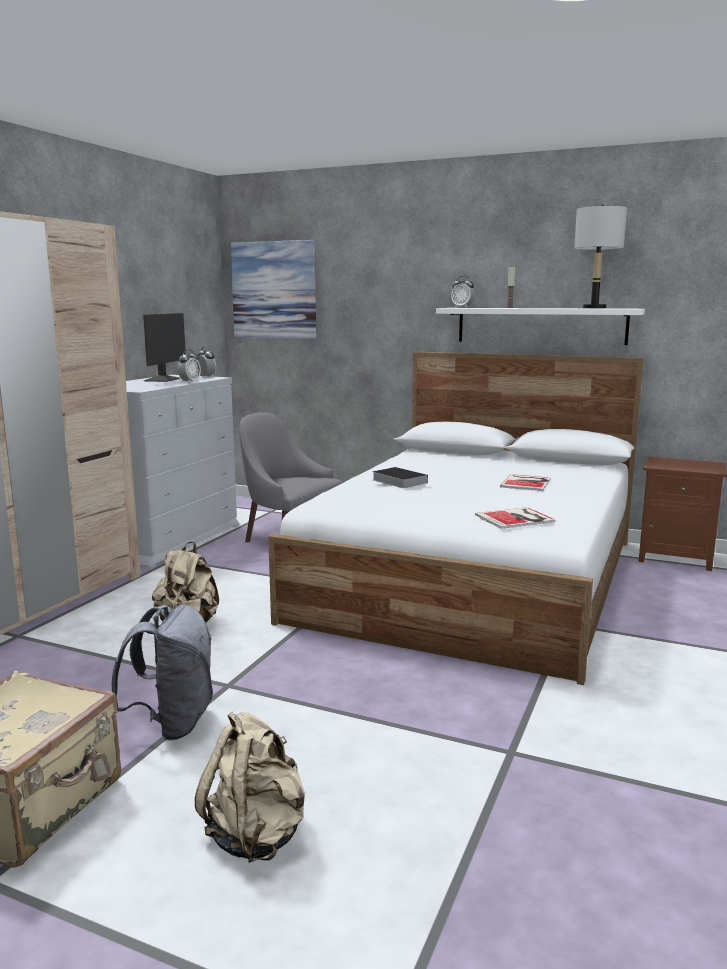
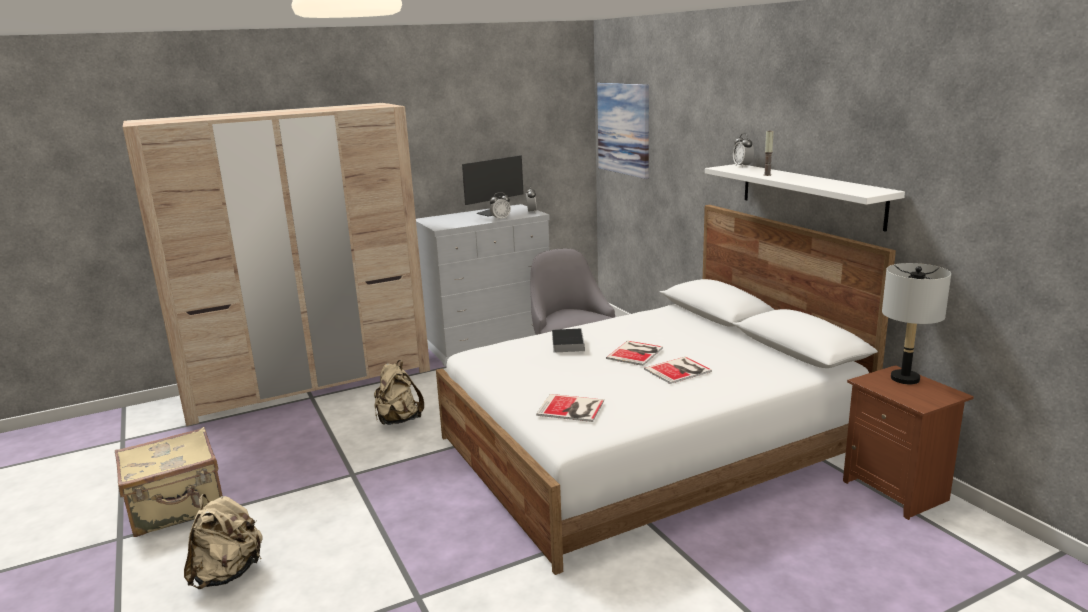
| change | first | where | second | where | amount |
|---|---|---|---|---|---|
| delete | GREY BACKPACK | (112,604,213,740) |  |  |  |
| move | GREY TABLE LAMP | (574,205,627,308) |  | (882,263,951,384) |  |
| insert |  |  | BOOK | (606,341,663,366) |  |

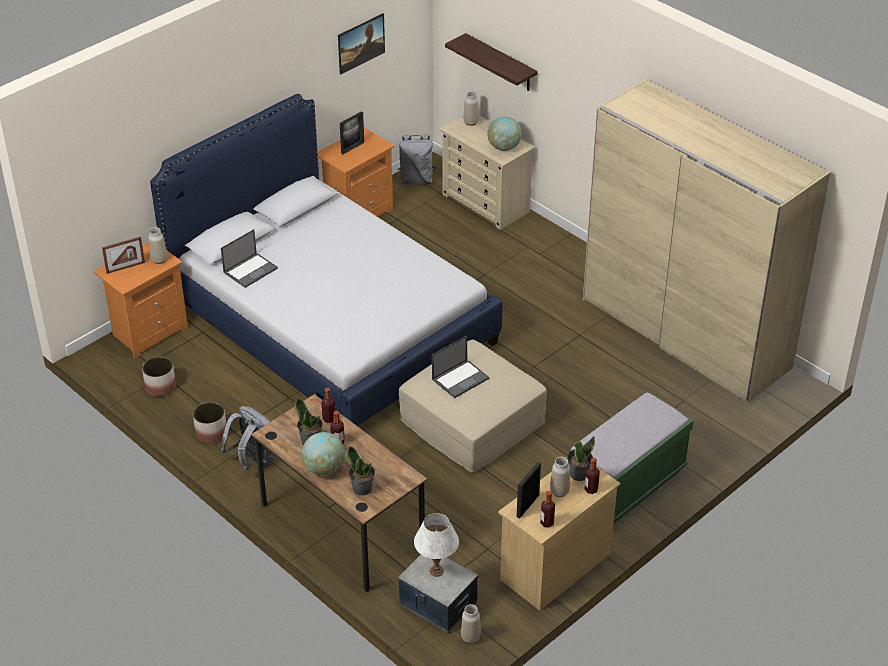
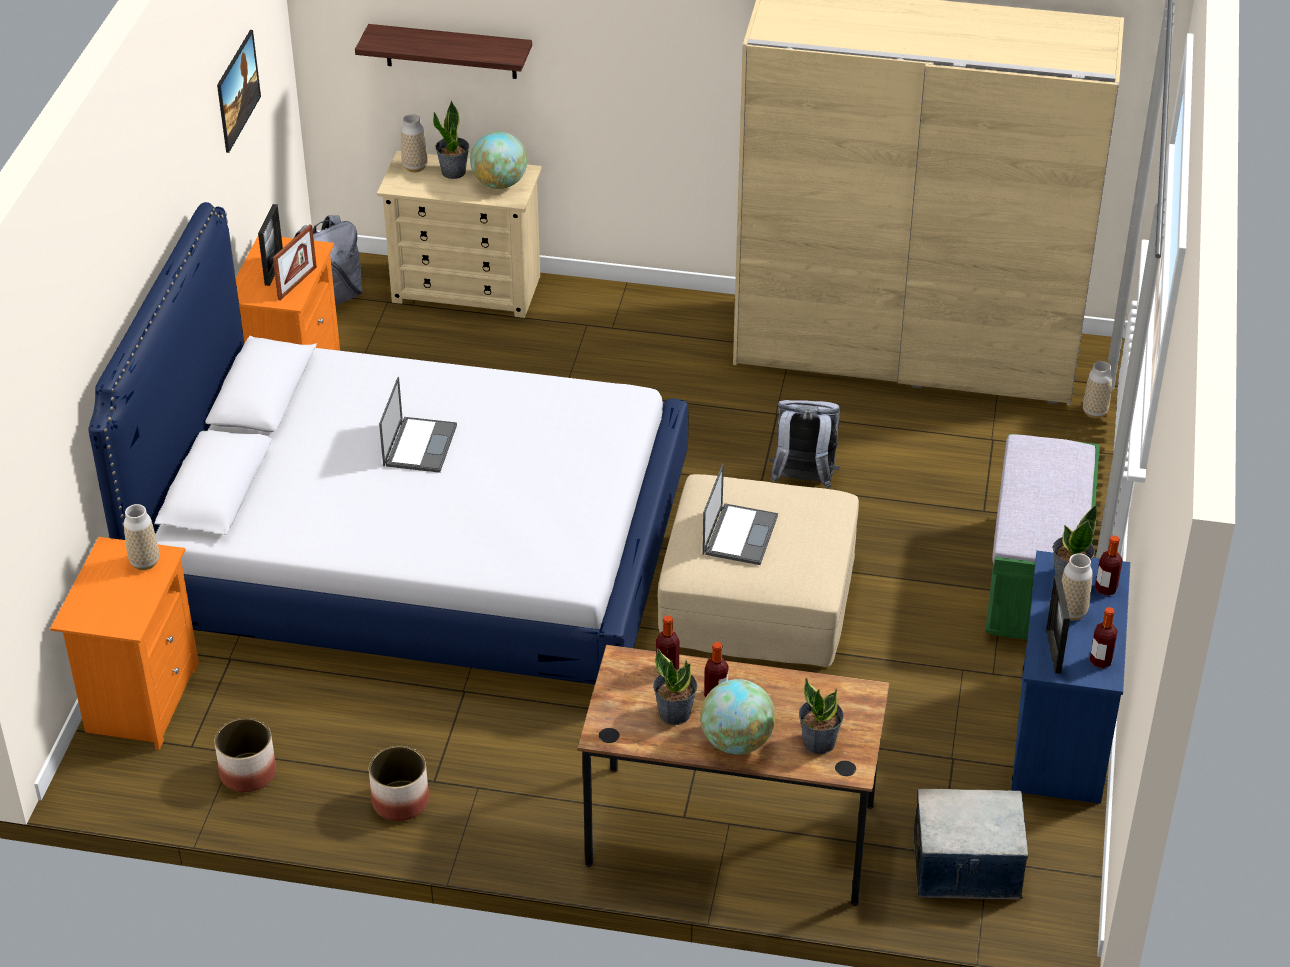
| change | first | where | second | where | amount |
|---|---|---|---|---|---|
| move | PICTURE FRAME | (102,236,145,274) |  | (273,224,317,300) |  |
| move | LAPTOP | (221,229,278,288) |  | (379,377,457,473) |  |
| move | GREY BACKPACK | (221,406,275,471) |  | (769,400,840,489) |  |
| delete | WHITE TABLE LAMP | (414,513,459,577) |  |  |  |
| move | VASE | (461,604,481,644) |  | (1083,361,1112,418) |  |
| recolor | BEIGE DRESSER | (498,467,620,610) | BLUE DRESSER | (1011,551,1130,804) |  |
| insert |  |  | POTTED PLANT | (433,101,469,179) |  |

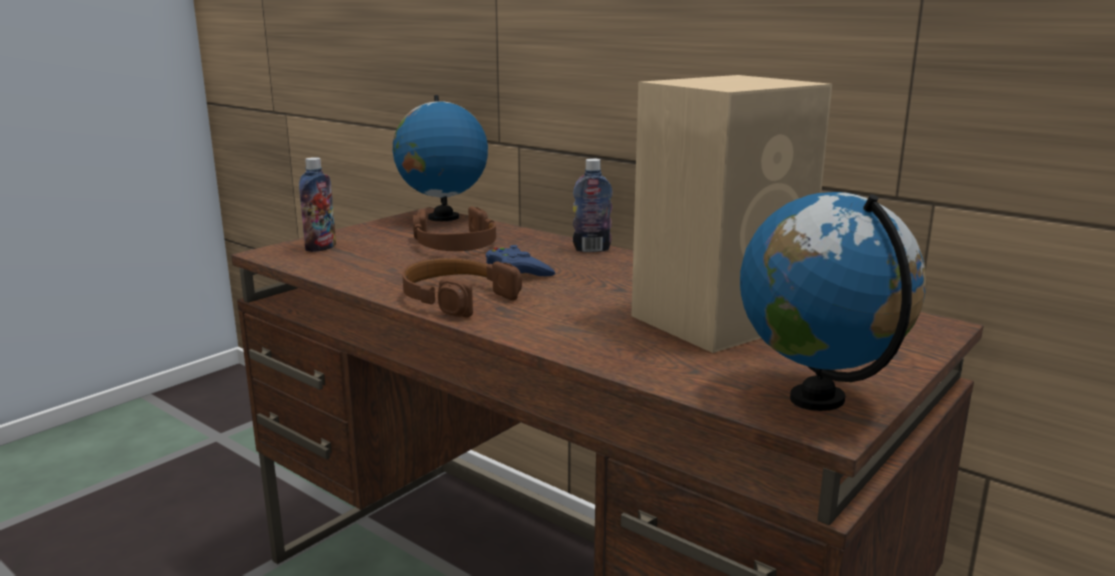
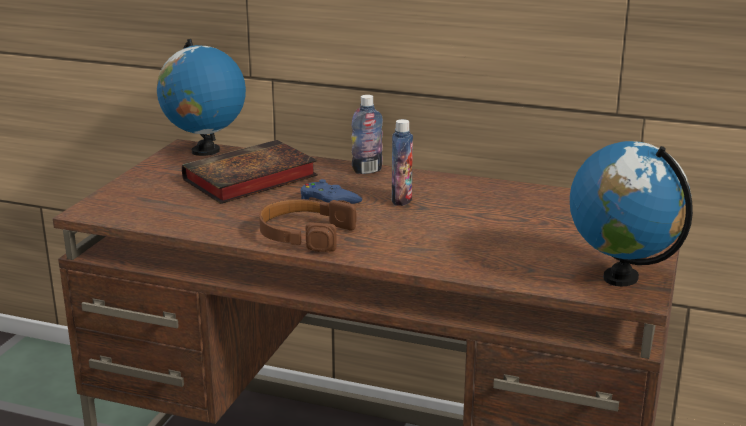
| change | first | where | second | where | amount |
|---|---|---|---|---|---|
| move | BOTTLE | (299,157,336,252) |  | (392,119,413,206) |  |
| replace | BROWN HEADPHONES | (413,207,496,251) | BOOK | (182,140,318,204) |  |
| delete | BEIGE SPEAKER | (631,75,832,353) |  |  |  |

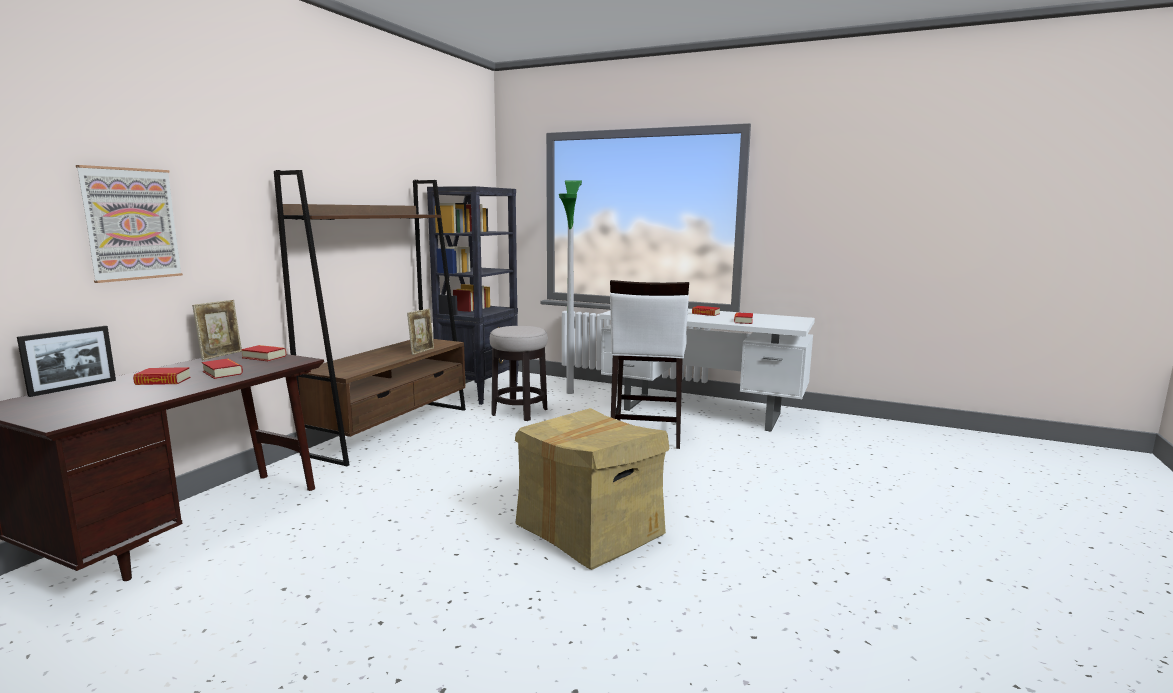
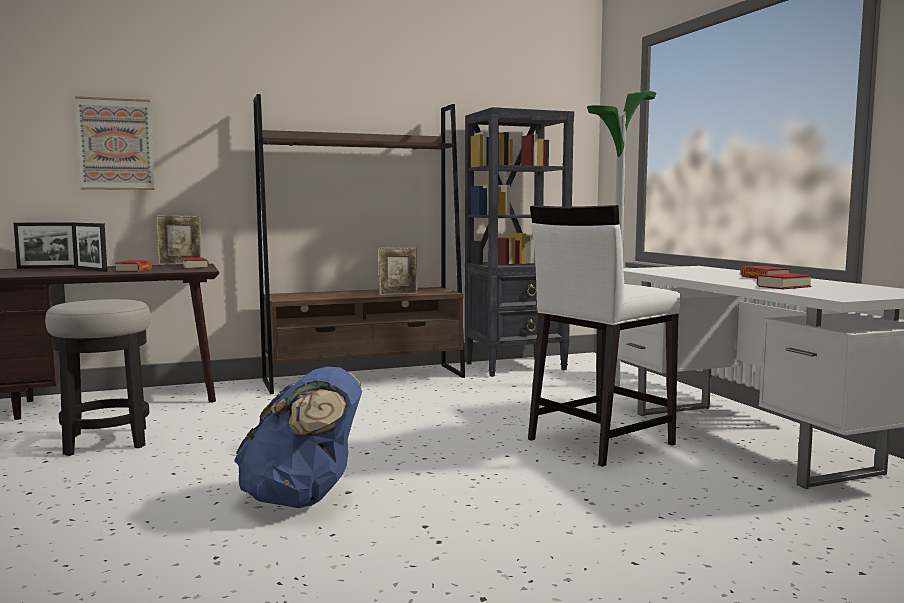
| change | first | where | second | where | amount |
|---|---|---|---|---|---|
| replace | BOOK | (133,367,191,385) | PICTURE FRAME | (73,223,107,272) |  |
| move | STOOL | (490,326,548,421) |  | (45,299,151,456) |  |
| replace | CARDBOARD BOX | (515,408,669,570) | BLUE BACKPACK | (234,367,362,508) |  |

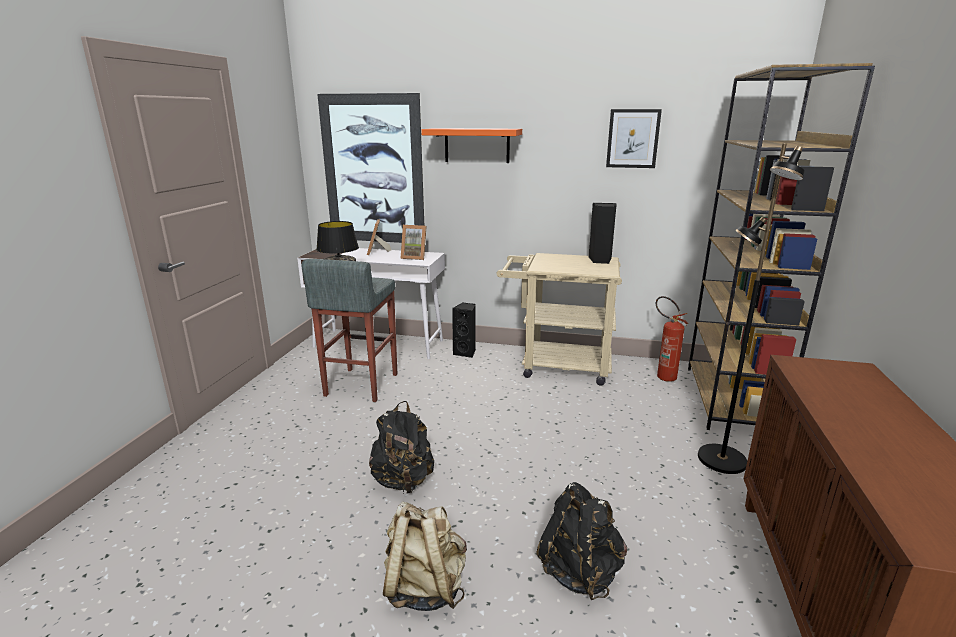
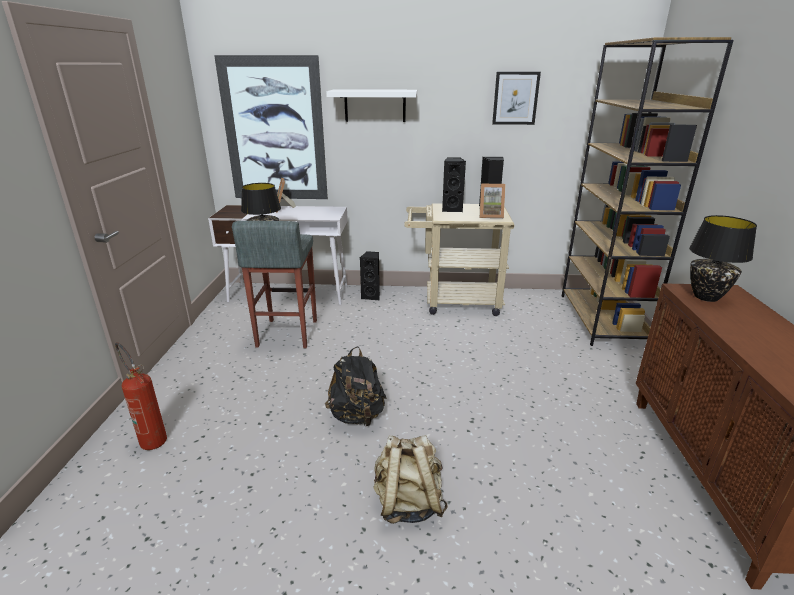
| change | first | where | second | where | amount |
|---|---|---|---|---|---|
| move | PICTURE FRAME | (400,225,427,260) |  | (479,184,506,218) |  |
| recolor | ORANGE SHELF | (421,128,522,163) | WHITE SHELF | (326,89,417,122) |  |
| delete | BLACK BACKPACK | (537,482,627,600) |  |  |  |
| move | FIRE EXTINGUISHER | (656,296,688,382) |  | (115,342,167,450) |  |
| delete | BLACK FLOOR LAMP | (698,144,805,474) |  |  |  |
| insert |  |  | BLACK SPEAKER | (442,158,466,212) |  |
| insert |  |  | BLACK TABLE LAMP | (689,215,757,302) |  |

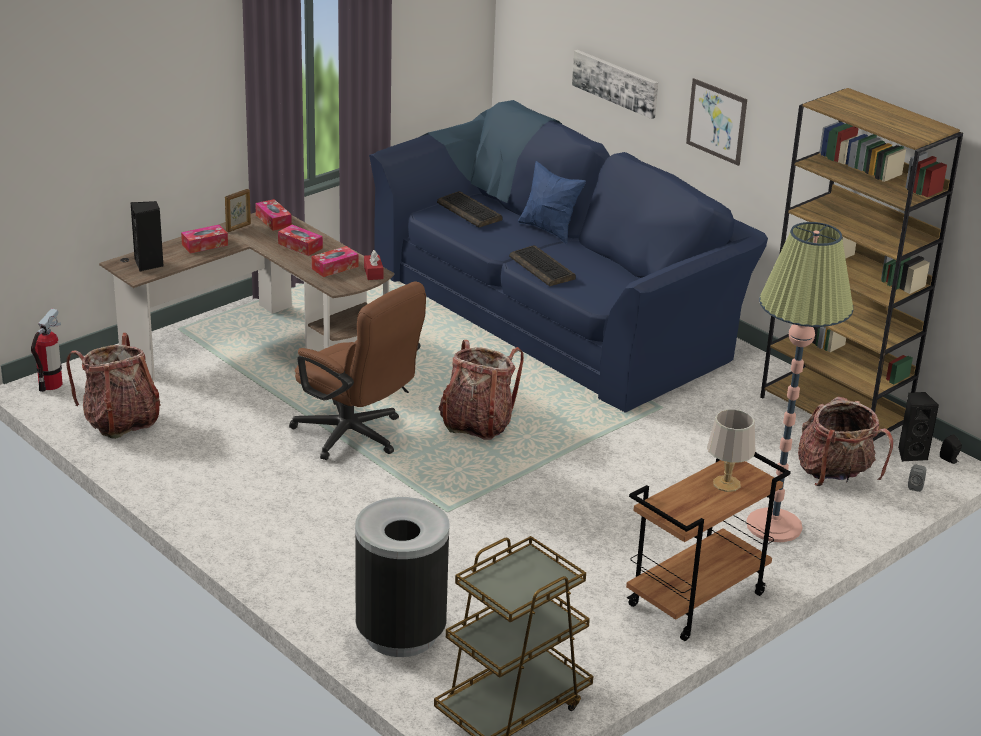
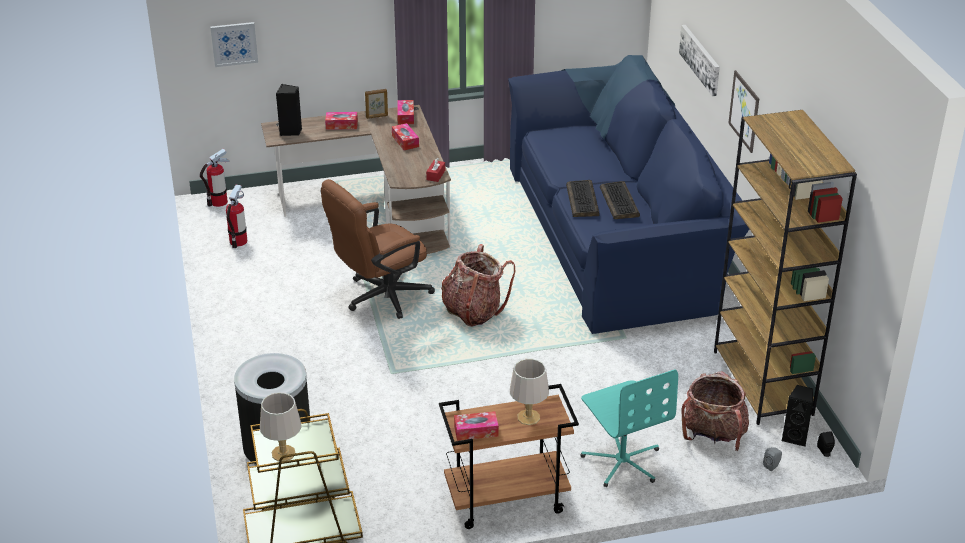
| change | first | where | second | where | amount |
|---|---|---|---|---|---|
| replace | BACKPACK | (66,333,161,439) | FIRE EXTINGUISHER | (226,185,247,248) |  |
| rotate | BROWN OFFICE CHAIR | (289,281,426,460) |  | (321,179,435,319) | 75 degrees clockwise |
| move | TISSUE BOX | (312,246,358,277) |  | (454,411,499,441) |  |
| move | KEYBOARD | (437,191,502,227) |  | (600,181,640,219) |  |
| delete | BLUE PILLOW | (518,161,586,244) |  |  |  |
| replace | FLOOR LAMP | (746,222,854,542) | TURQUOISE OFFICE CHAIR | (581,369,678,487) |  |
| insert |  |  | PICTURE | (210,22,258,67) |  |
| insert |  |  | GREY TABLE LAMP | (260,392,302,462) |  |

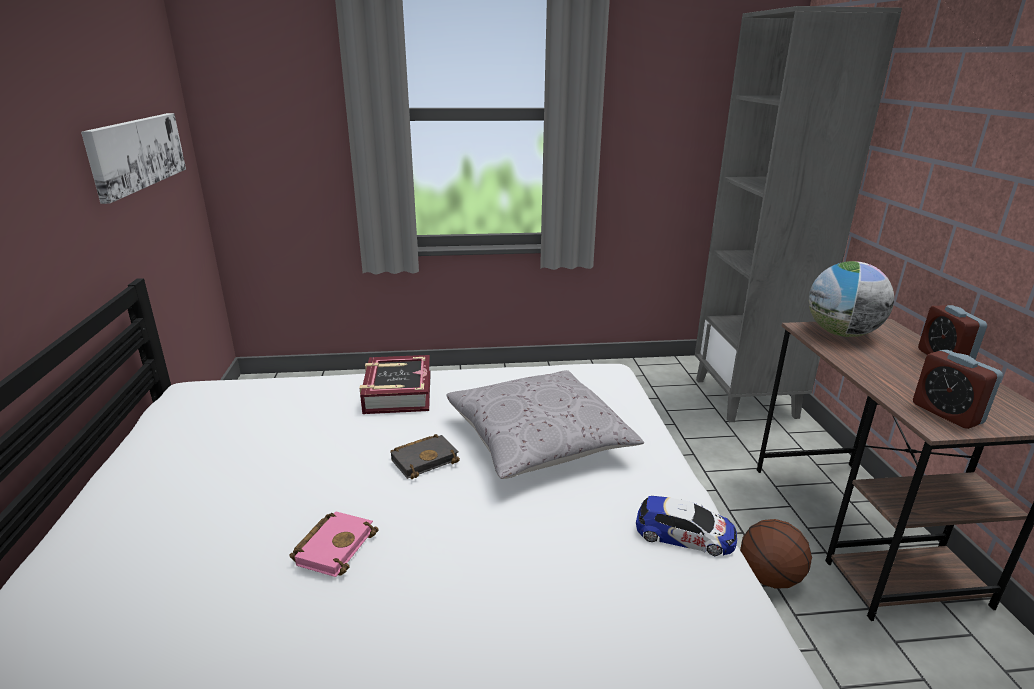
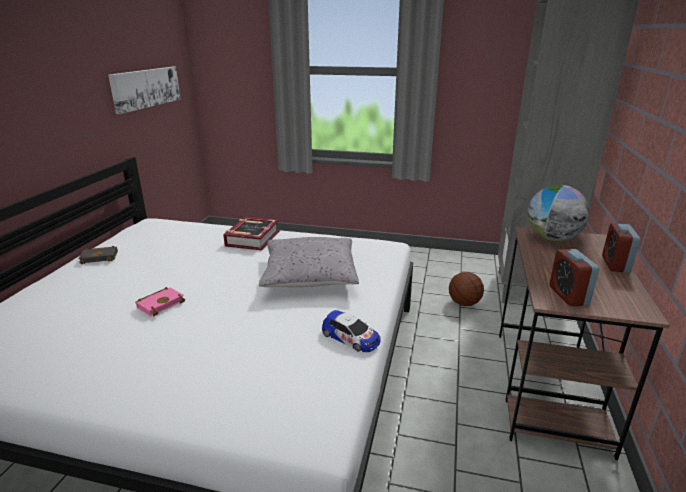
| change | first | where | second | where | amount |
|---|---|---|---|---|---|
| move | BLACK BOOK | (390,434,460,479) |  | (78,246,118,264) |  |
| move | BASKETBALL | (740,519,812,589) |  | (449,272,484,306) |  |

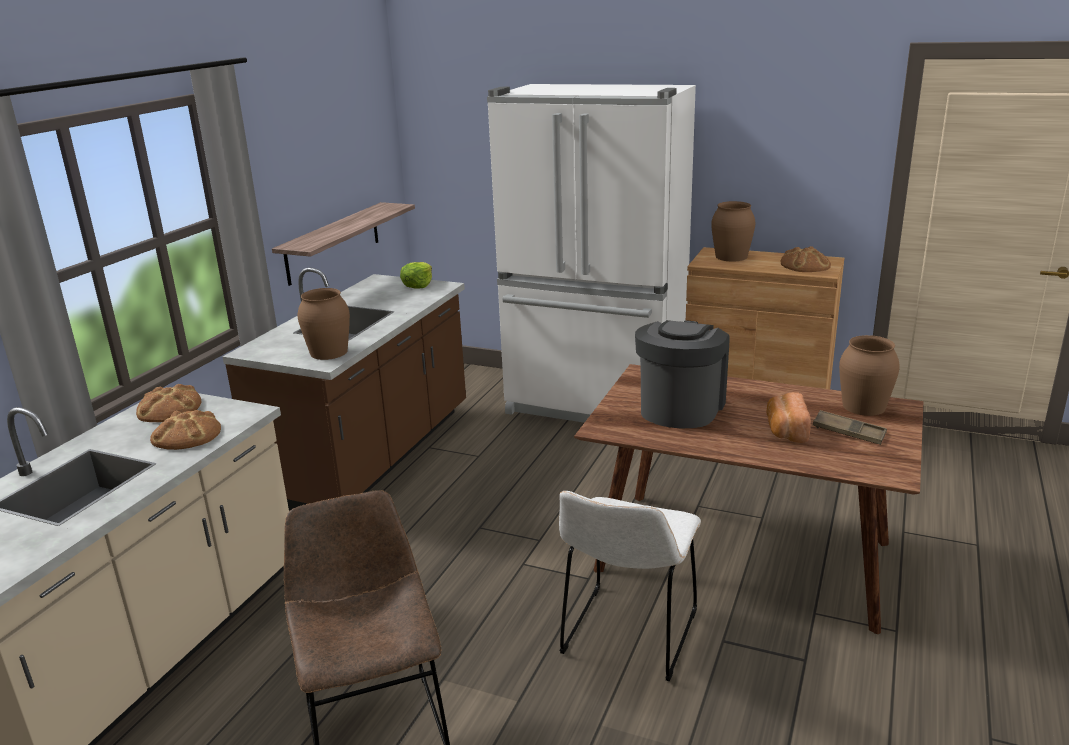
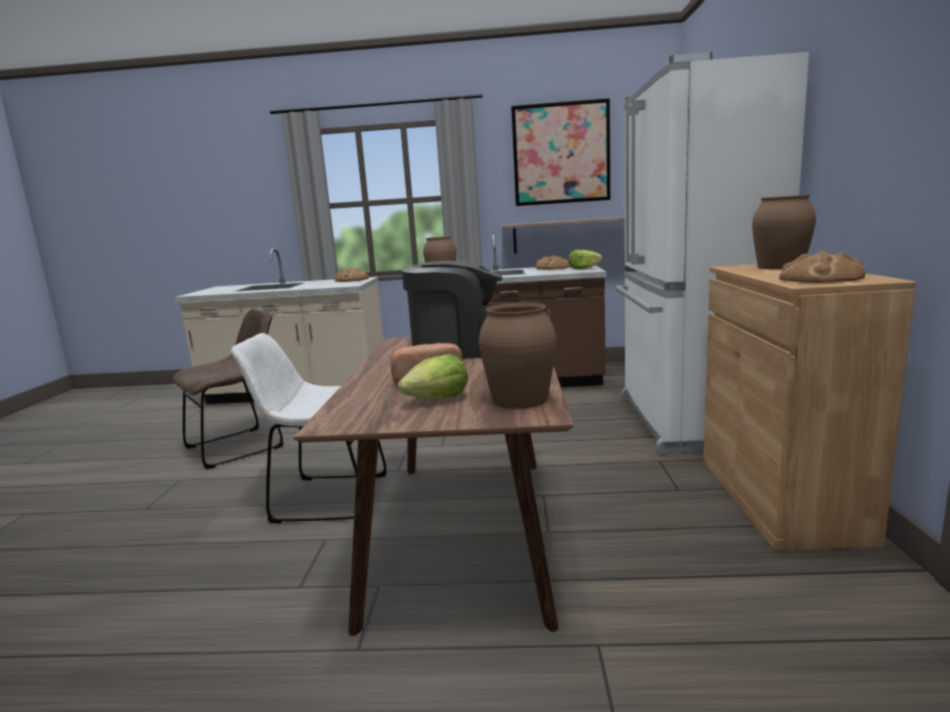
| change | first | where | second | where | amount |
|---|---|---|---|---|---|
| move | BREAD | (150,410,221,450) |  | (536,255,571,270) |  |
| replace | BROWN TRAY | (813,410,887,445) | LETTUCE | (398,354,468,399) |  |
| insert |  |  | PICTURE | (511,98,611,206) |  |

